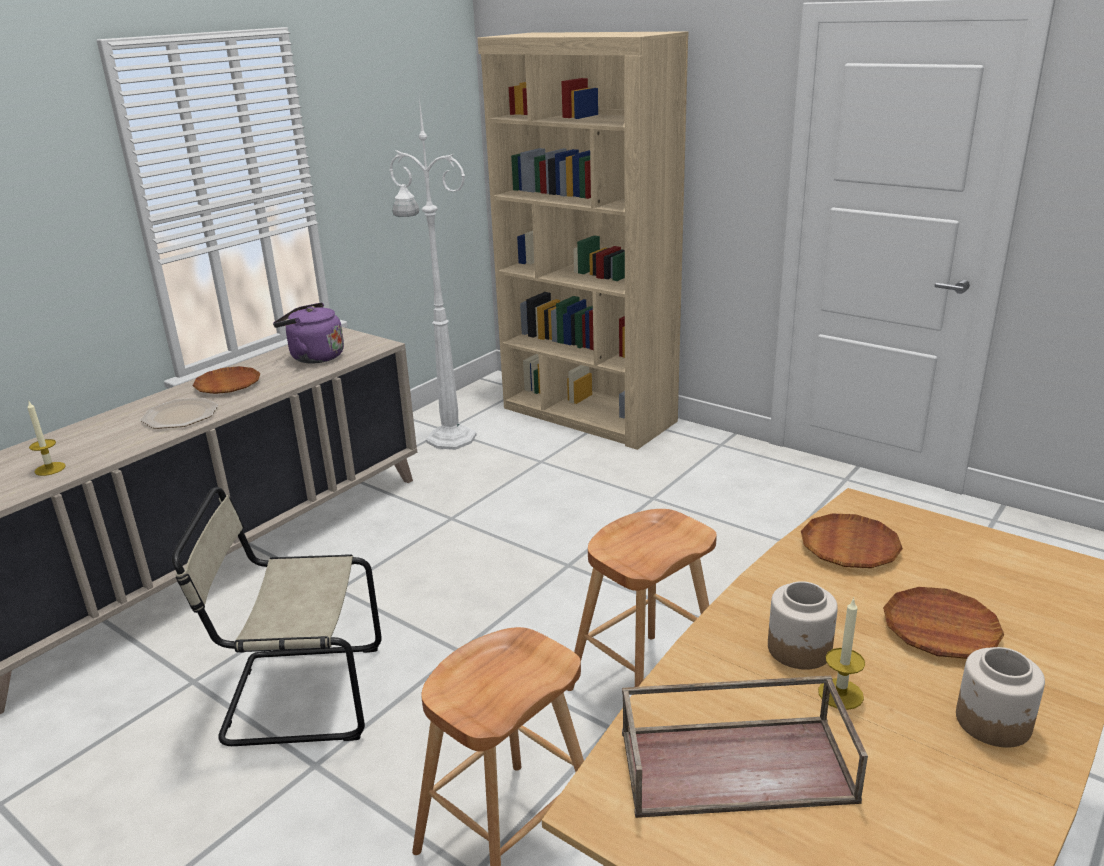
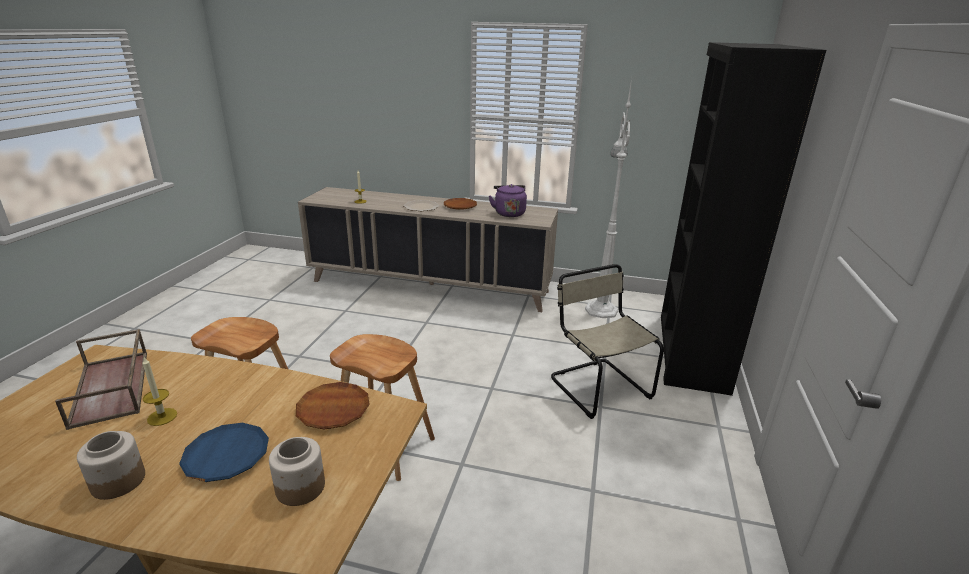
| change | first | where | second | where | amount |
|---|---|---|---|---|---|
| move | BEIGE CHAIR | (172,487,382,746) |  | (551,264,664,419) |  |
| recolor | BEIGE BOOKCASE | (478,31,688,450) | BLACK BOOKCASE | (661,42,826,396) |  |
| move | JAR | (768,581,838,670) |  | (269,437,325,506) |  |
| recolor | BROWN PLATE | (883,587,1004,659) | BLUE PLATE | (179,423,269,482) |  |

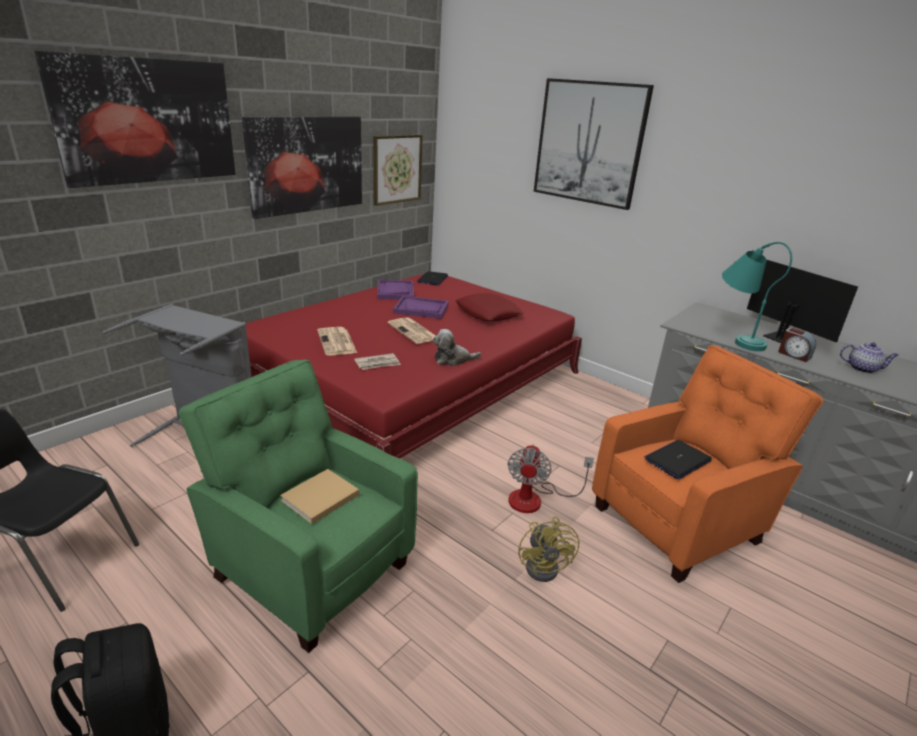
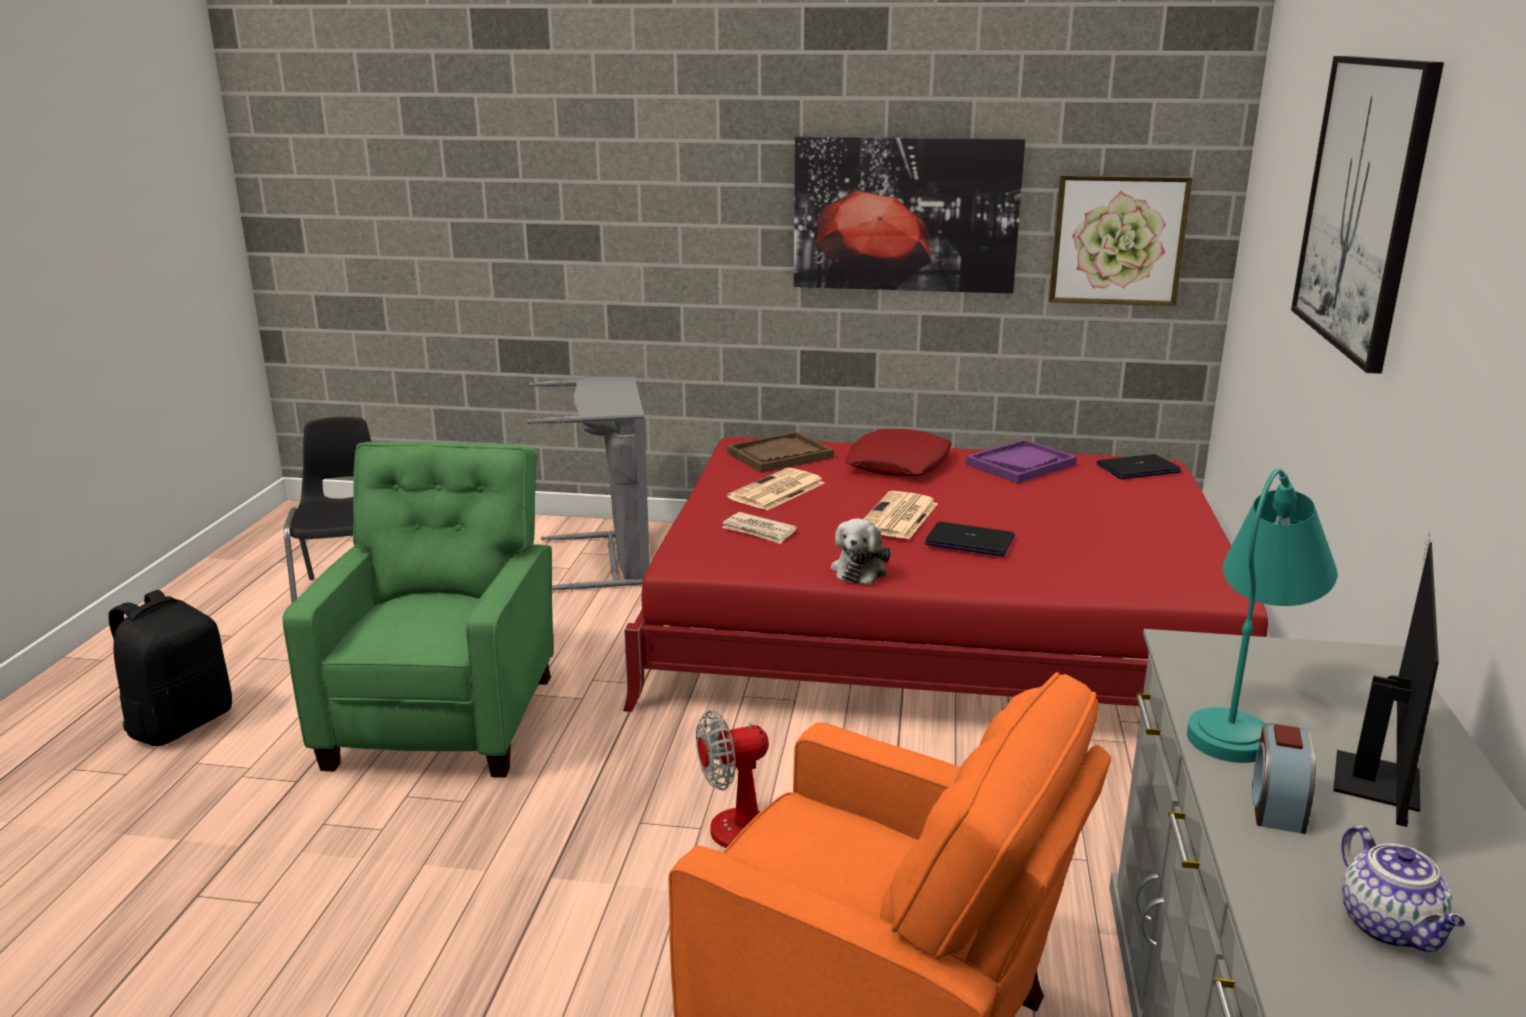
| change | first | where | second | where | amount |
|---|---|---|---|---|---|
| delete | PICTURE | (34,51,236,188) |  |  |  |
| delete | BEIGE BOOK | (280,469,359,524) |  |  |  |
| delete | PURPLE TRAY | (393,296,449,319) |  |  |  |
| rotate | PLUSH TOY | (433,329,481,366) |  | (831,518,891,585) | 120 degrees counterclockwise |
| move | RED PILLOW | (455,293,524,321) |  | (845,429,951,476) |  |
| delete | YELLOW FAN | (518,516,579,582) |  |  |  |
| move | LAPTOP | (644,440,712,479) |  | (925,522,1015,556) |  |
| insert |  |  | BROWN TRAY | (727,432,834,473) |  |

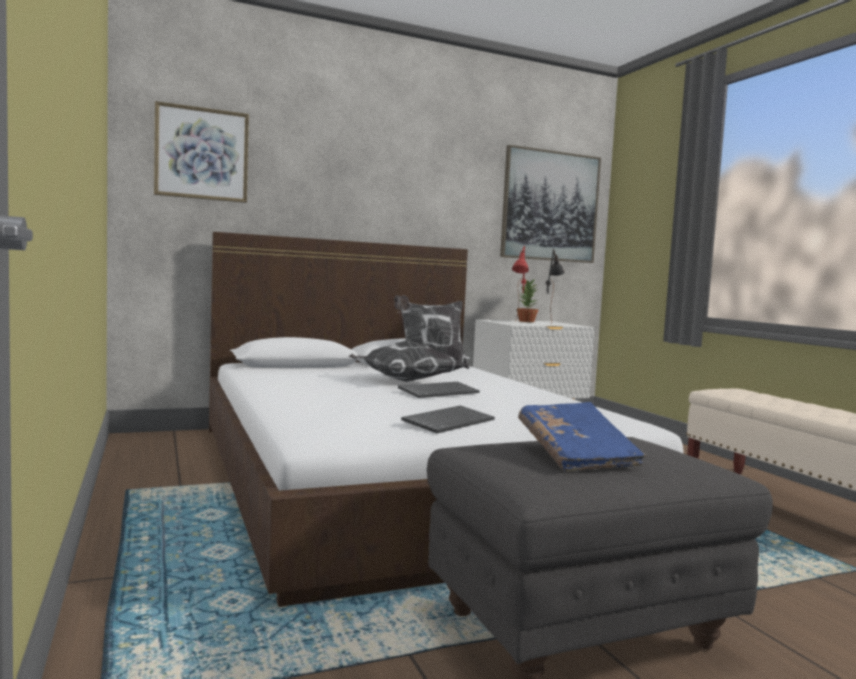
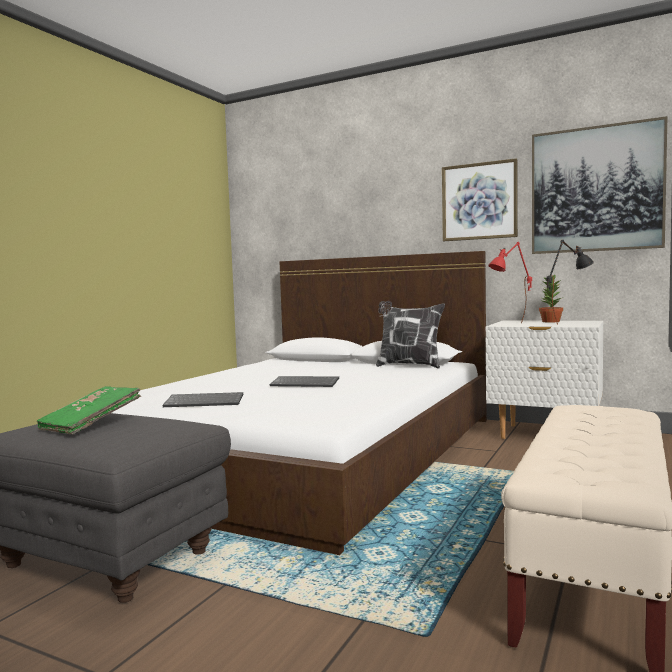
| change | first | where | second | where | amount |
|---|---|---|---|---|---|
| move | PICTURE | (154,101,249,203) |  | (442,158,518,241) |  |
| delete | PILLOW | (348,340,466,382) |  |  |  |
| recolor | BLUE BOOK | (518,402,646,472) | GREEN BOOK | (37,386,141,434) |  |

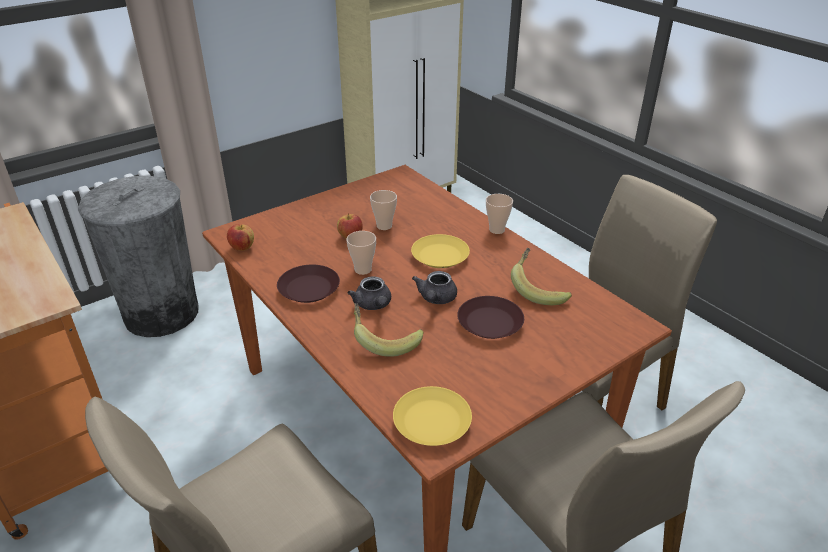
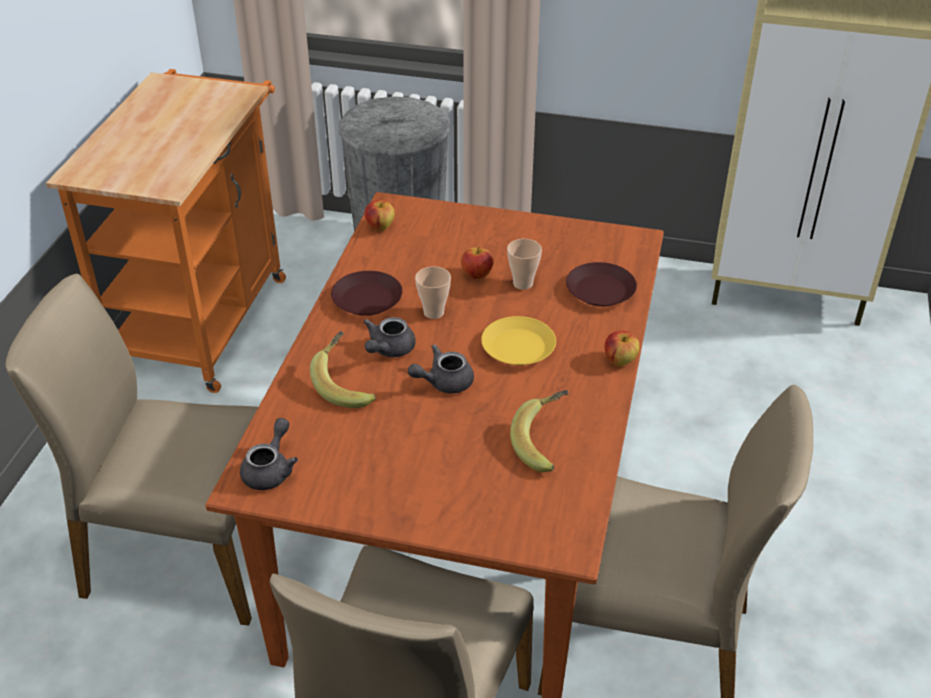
| change | first | where | second | where | amount |
|---|---|---|---|---|---|
| replace | YELLOW PLATE | (393,386,472,446) | GREY TEAPOT | (240,418,298,490) |  |
| move | BROWN PLATE | (457,296,524,339) |  | (566,262,637,306) |  |
| replace | CUP | (486,194,513,234) | APPLE | (605,330,639,366) |  |

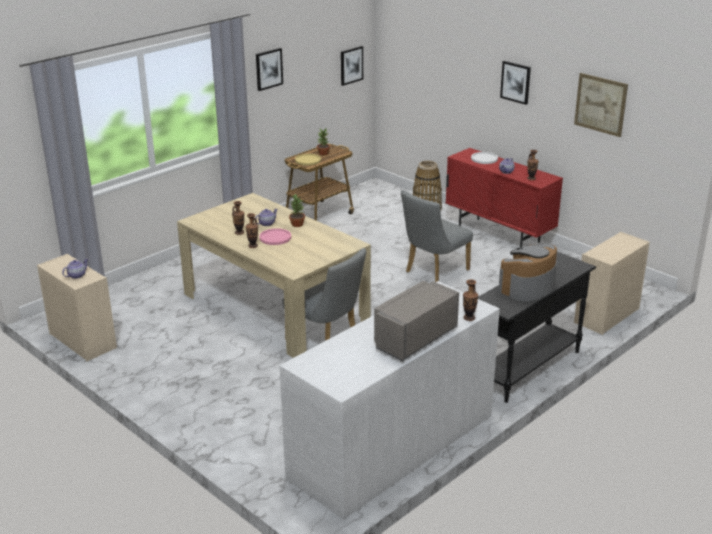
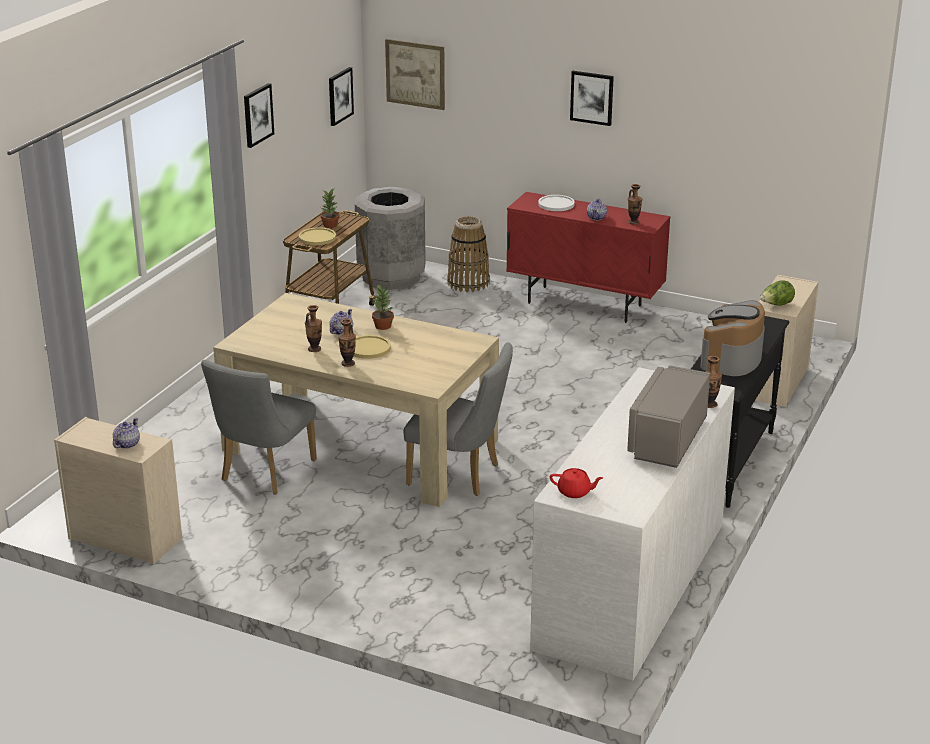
| change | first | where | second | where | amount |
|---|---|---|---|---|---|
| recolor | PINK PLATE | (260,228,291,245) | YELLOW PLATE | (354,335,391,359) |  |
| move | GREY CHAIR | (401,190,473,282) |  | (201,360,317,495) |  |
| move | PICTURE | (574,73,628,137) |  | (385,39,445,110) |  |
| insert |  |  | GREY TRASH CAN | (355,187,426,290) |  |
| insert |  |  | RED TEAPOT | (550,468,603,498) |  |
| insert |  |  | LETTUCE | (760,280,795,306) |  |

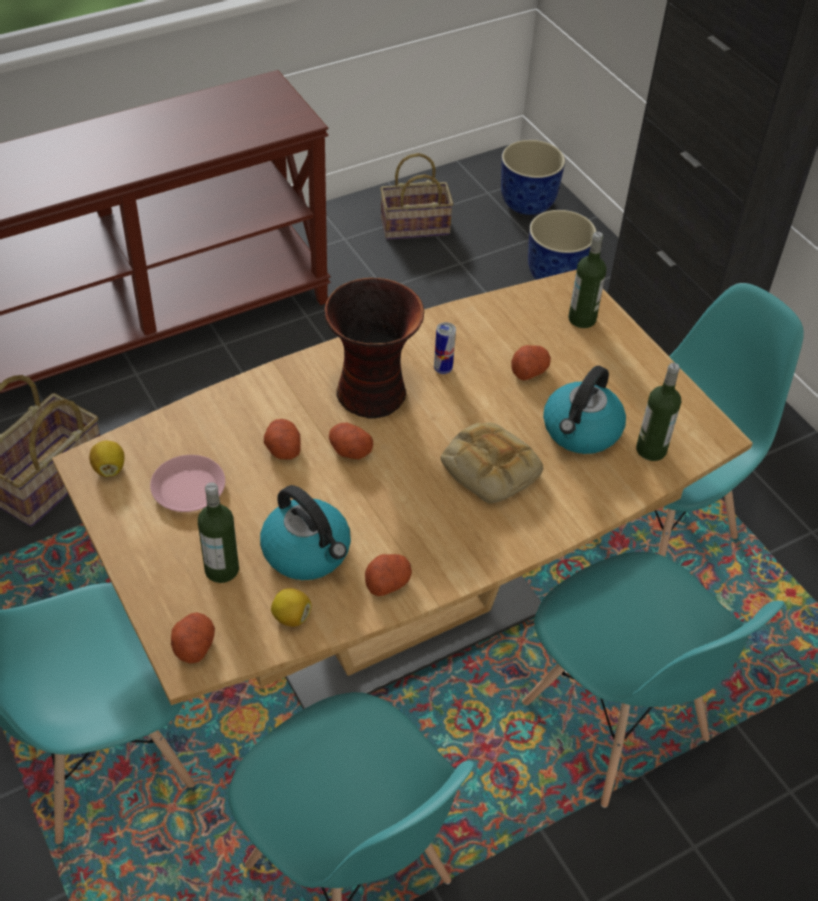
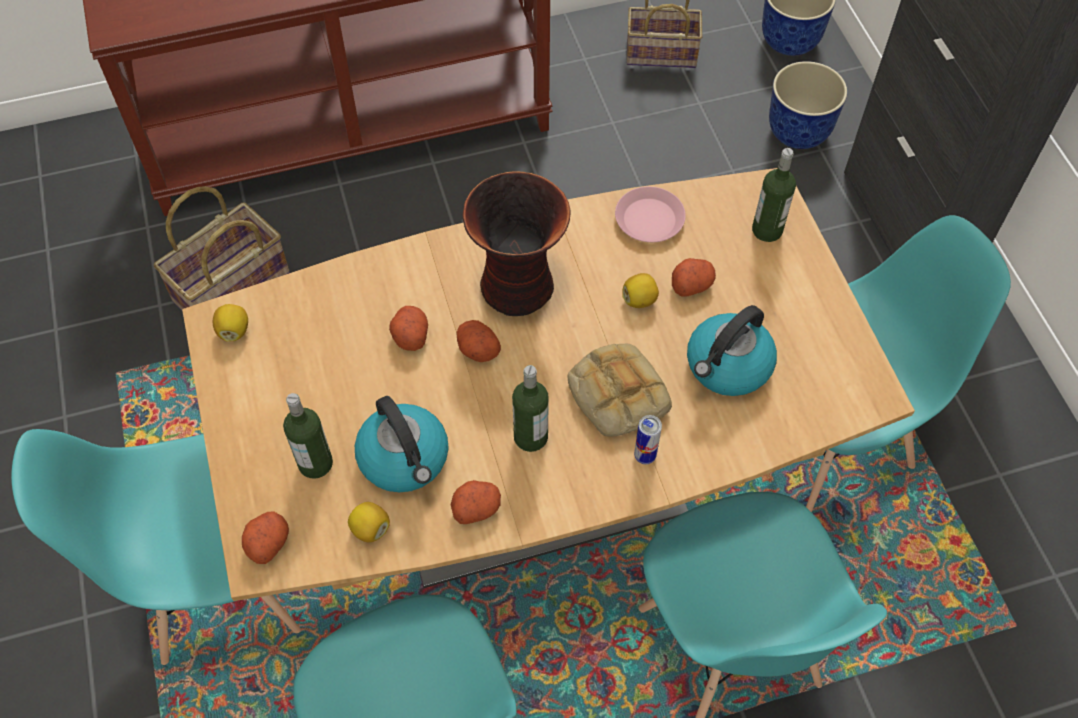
| change | first | where | second | where | amount |
|---|---|---|---|---|---|
| move | PINK PLATE | (150,455,225,512) |  | (615,187,686,242) |  |
| move | CAN | (434,322,456,374) |  | (634,415,662,464) |  |
| move | BOTTLE | (636,363,681,461) |  | (512,365,549,452) |  |
| insert |  |  | LEMON | (622,273,659,308) |  |

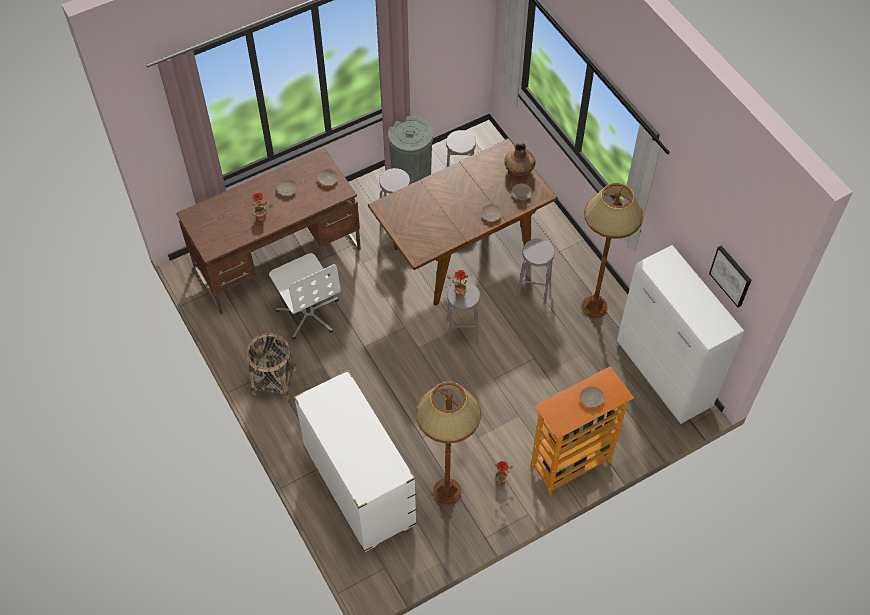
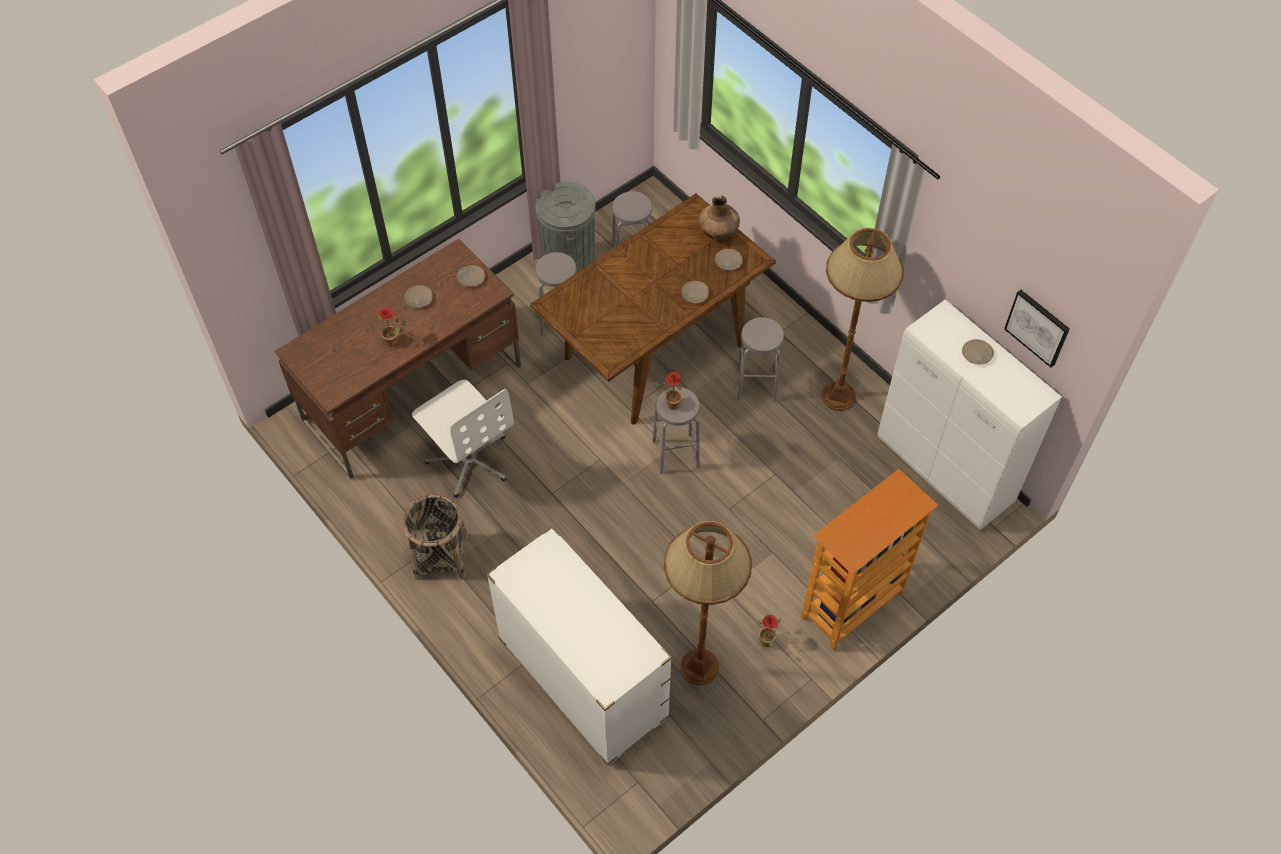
| change | first | where | second | where | amount |
|---|---|---|---|---|---|
| move | BEIGE PLATE | (580,386,605,408) |  | (962,339,994,365) |  |

